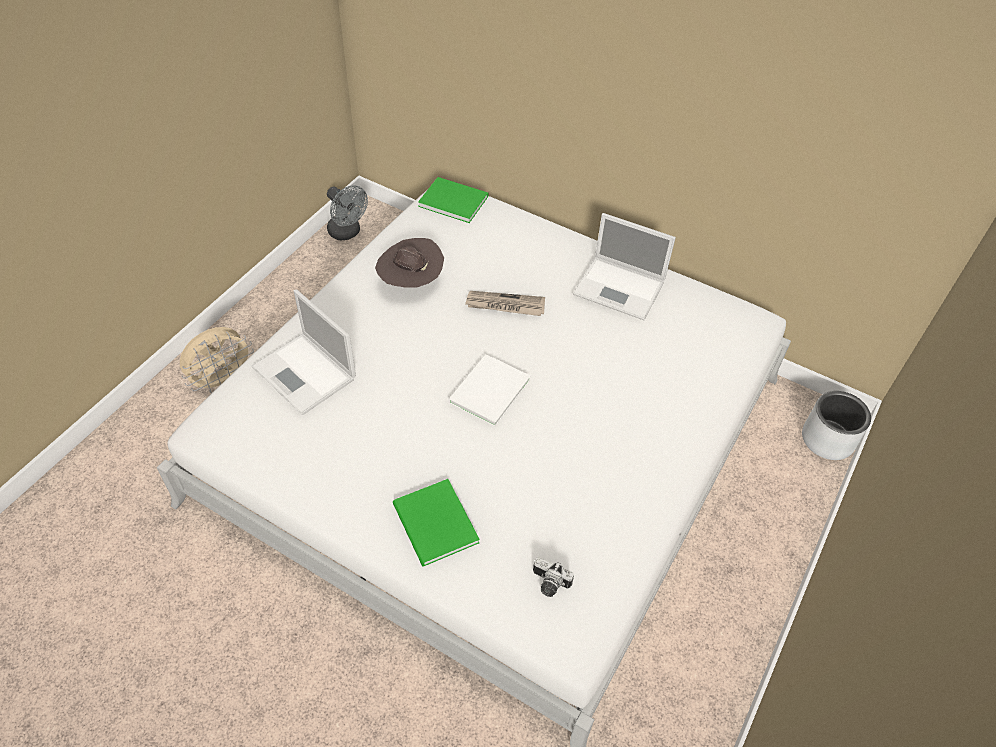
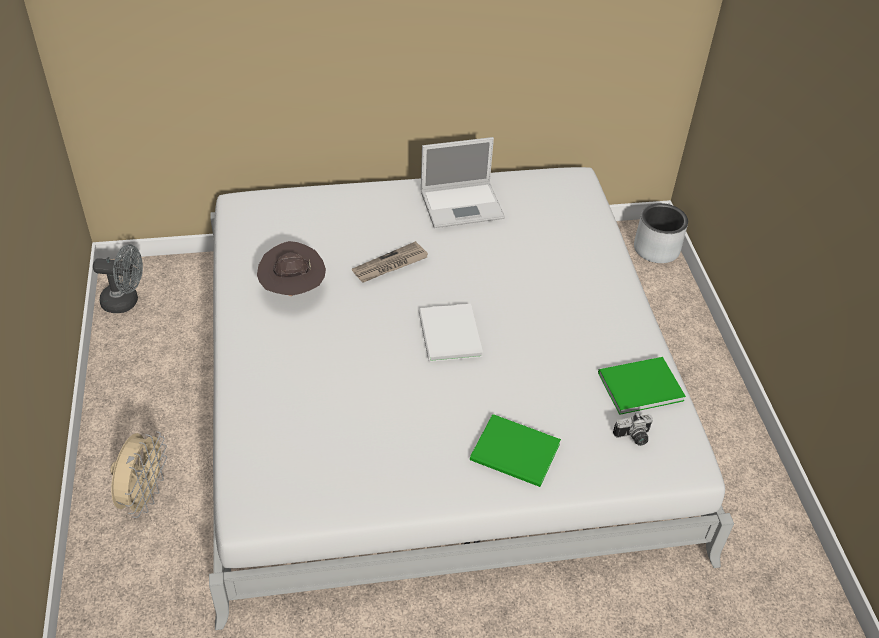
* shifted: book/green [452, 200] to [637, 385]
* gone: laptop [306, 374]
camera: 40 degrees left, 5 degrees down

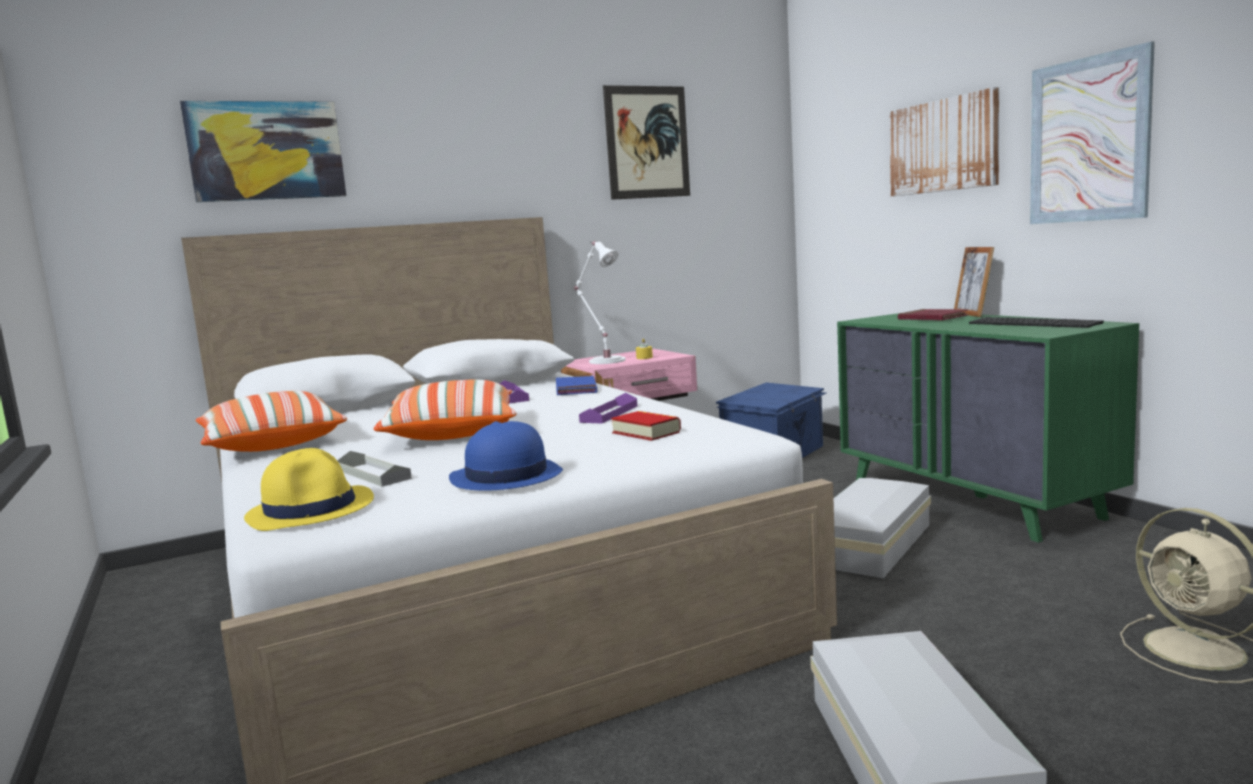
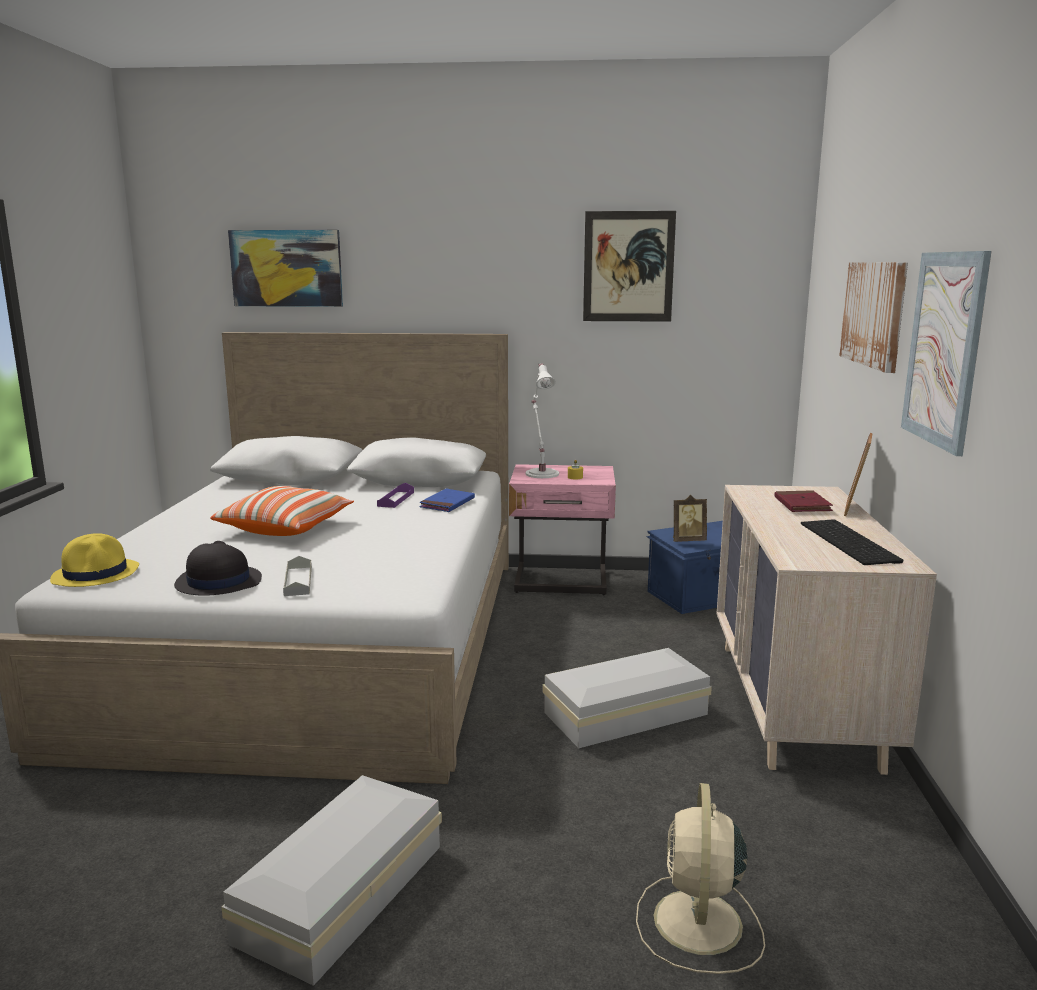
* repainted: hat/blue [505, 477] to hat/black [218, 582]
* shifted: tray/grey [373, 474] to [298, 581]
* new: picture frame [687, 540]
* repainted: dresser/green [972, 499] to dresser/beige [796, 703]
* gone: pillow [271, 444]
* gone: tray/purple [609, 414]
* gone: book [646, 432]
camera: 30 degrees right, 5 degrees up

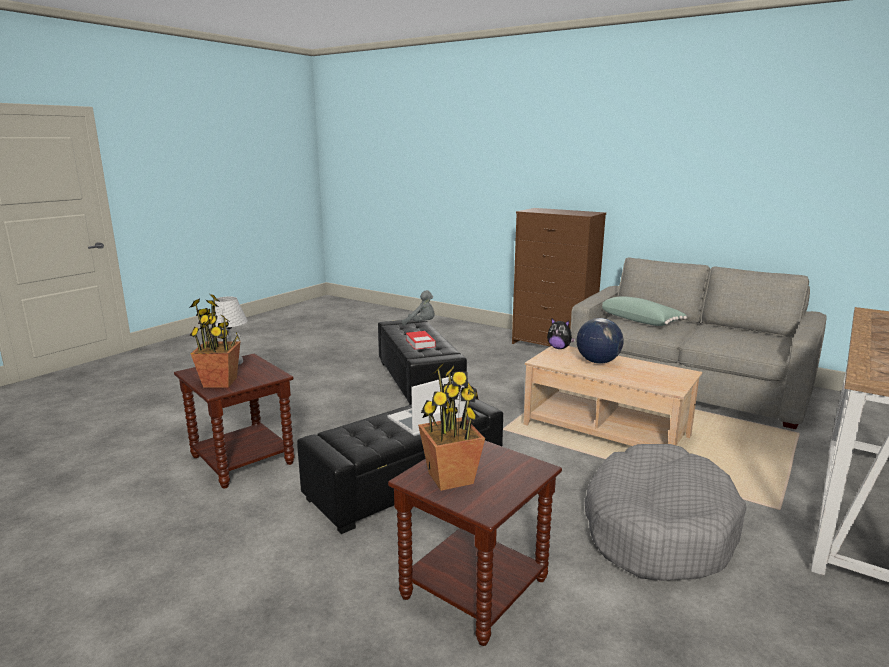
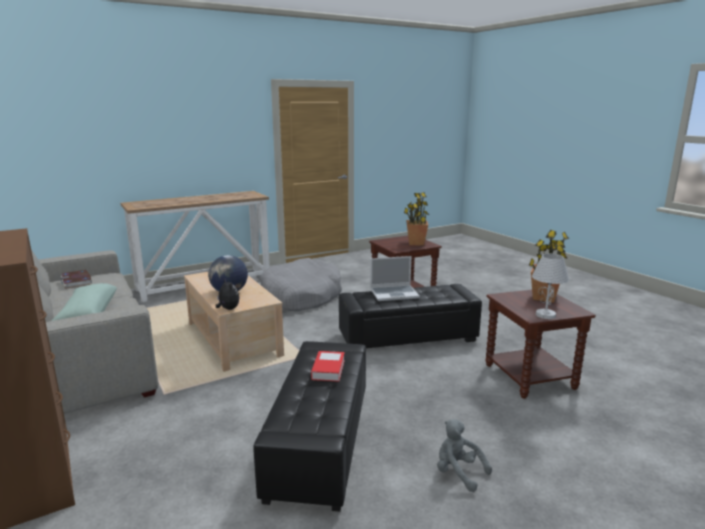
* new: book [76, 281]
* shifted: plush toy/grey [421, 324] to [458, 472]
camera: 155 degrees left, 0 degrees up

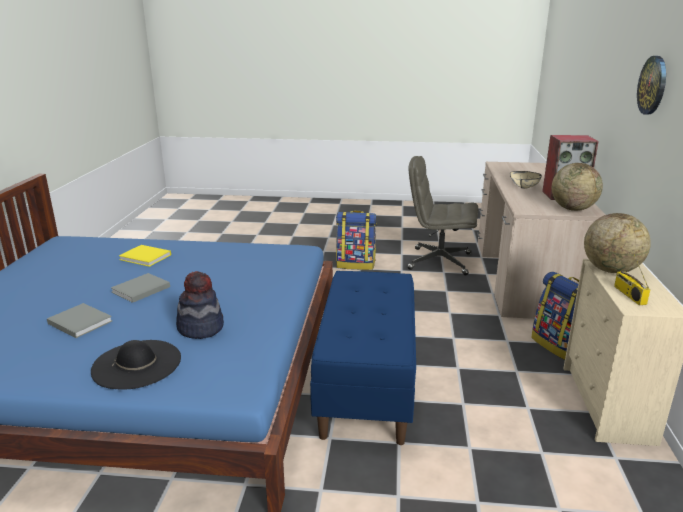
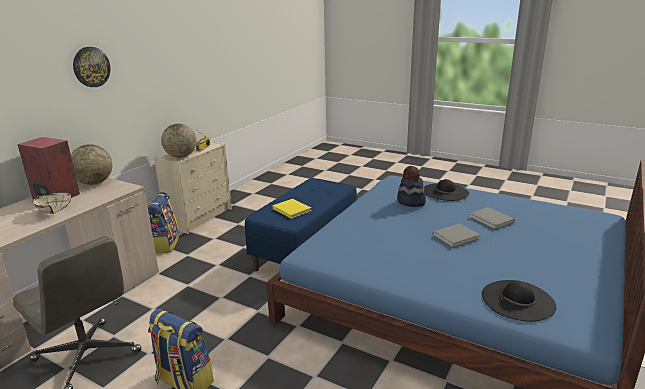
* shifted: book/yellow [146, 257] to [291, 209]
* new: hat/black [518, 300]
camera: 155 degrees left, 0 degrees up

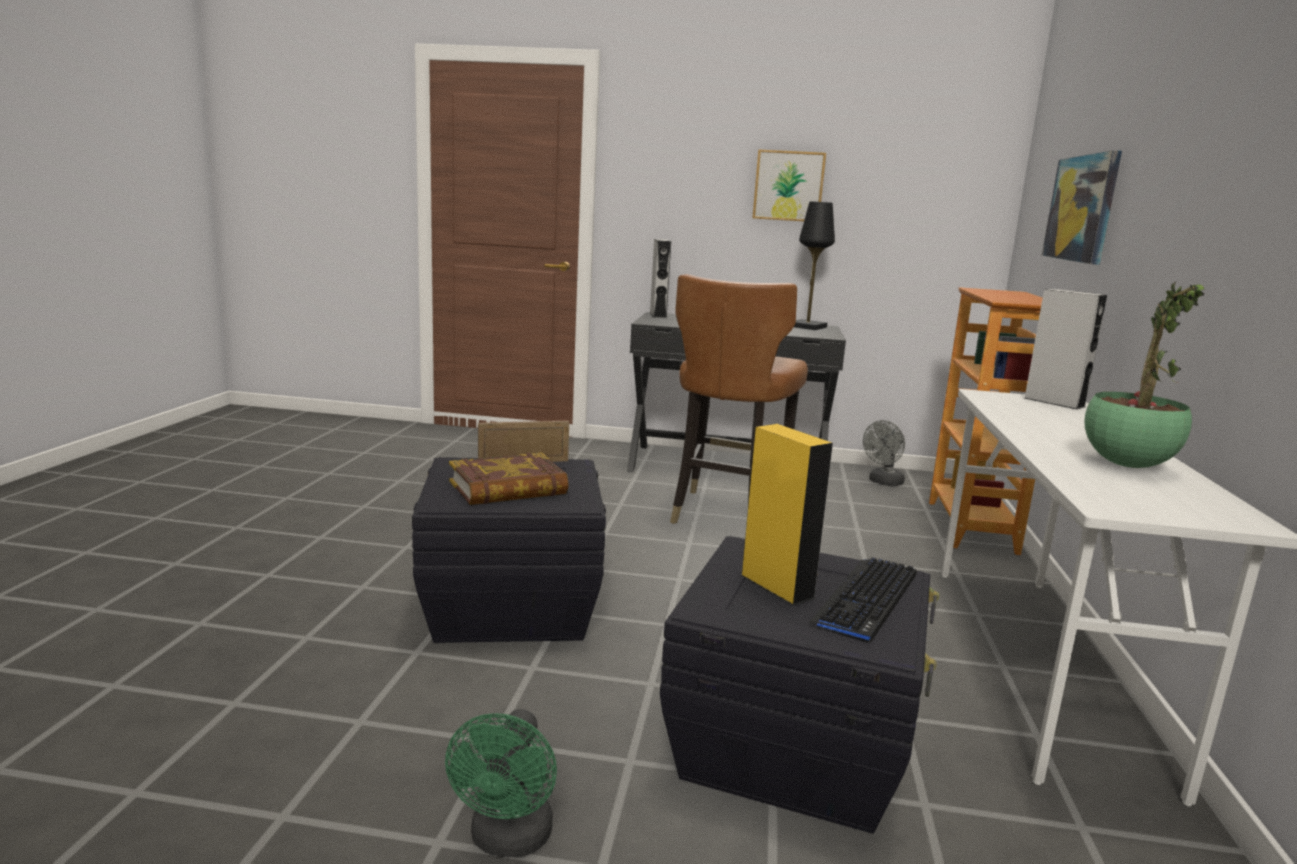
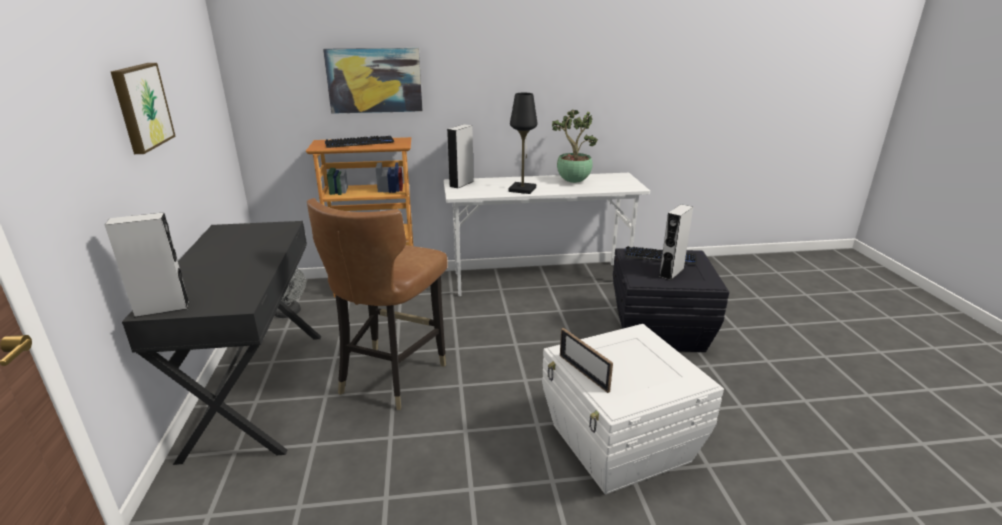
* rotated: chair/brown [726, 513] = [391, 376] 105 degrees clockwise
* new: keyboard [359, 143]
* shifted: table lamp/black [807, 327] to [522, 189]
* repainted: storage box/black [509, 606] to storage box/white [619, 444]
* repainted: speaker/yellow [777, 586] to speaker/grey [671, 272]
* gone: fan/green [508, 840]
* gone: book [508, 488]
camera: 105 degrees left, 10 degrees up

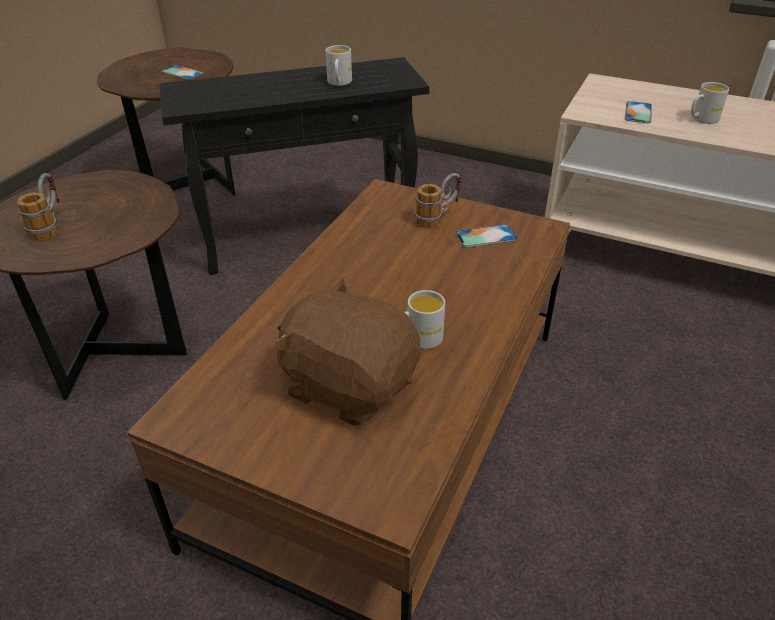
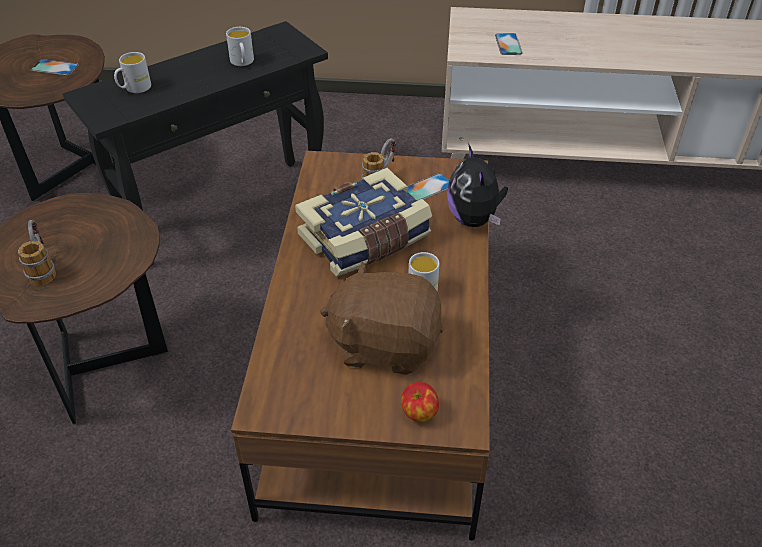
* shifted: mug/white [701, 119] to [134, 88]
* new: book [365, 239]
* new: apple [419, 413]
* new: plush toy [474, 219]
camera: 20 degrees left, 5 degrees up

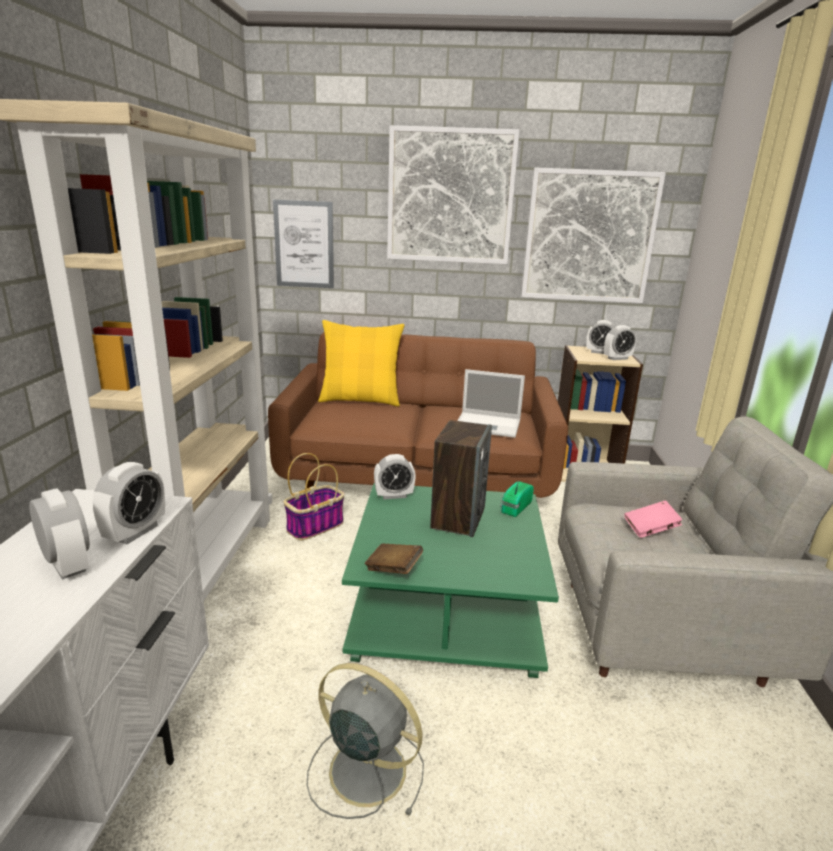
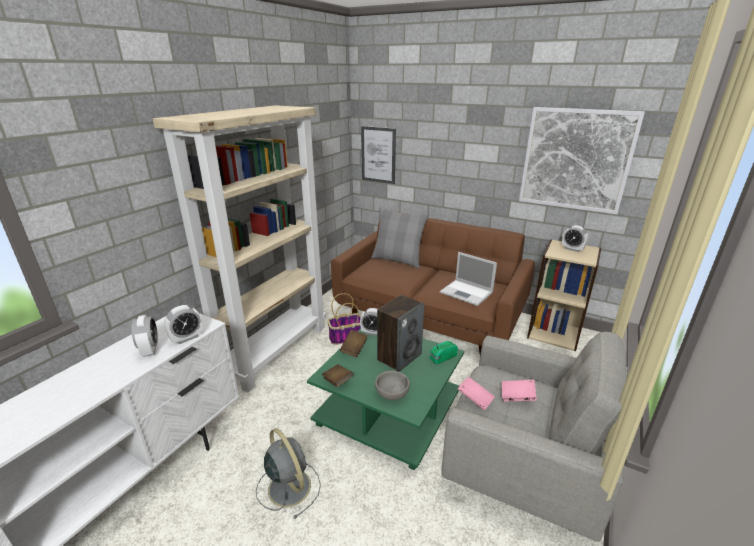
* new: book/brown [354, 349]
* repainted: pillow/yellow [360, 400] to pillow/grey [398, 260]
* new: bowl/grey [391, 393]
* new: book/pink [475, 400]
* gone: picture [450, 197]
* gone: alarm clock [617, 358]
camera: 25 degrees right, 5 degrees up

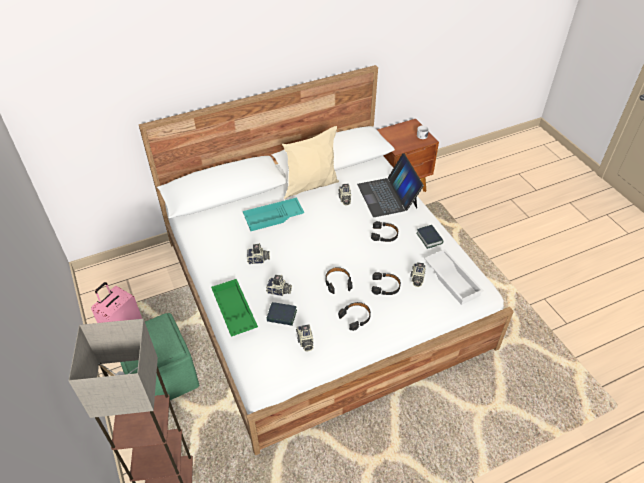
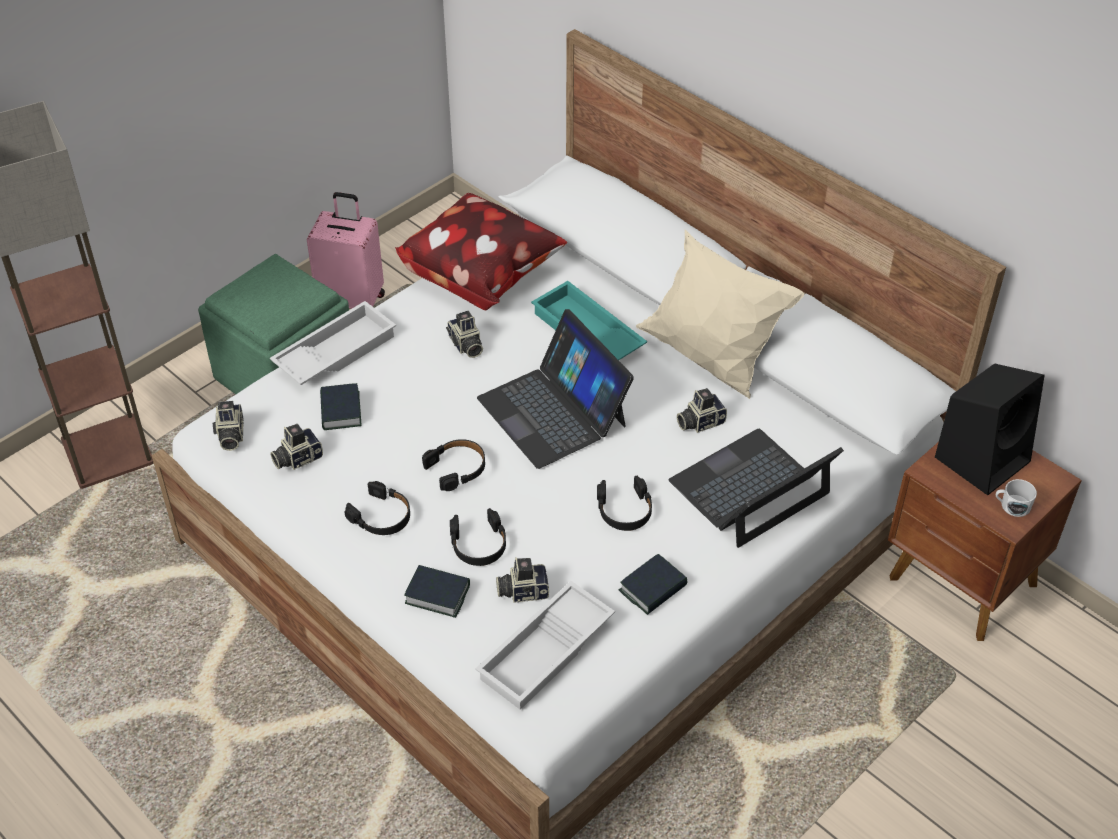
* shifted: photo camera [279, 291] to [230, 435]
* repainted: tray/green [233, 311] to tray/white [335, 351]
* new: pillow [481, 275]
* new: book [437, 594]
* new: laptop [553, 411]
* new: speaker/black [983, 458]
camera: 70 degrees right, 0 degrees up

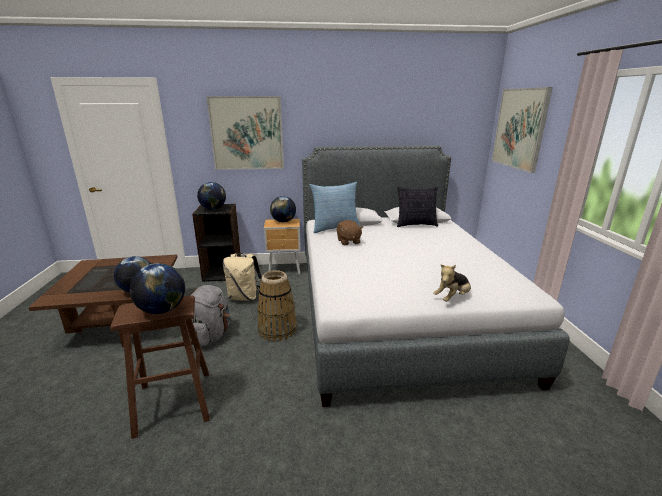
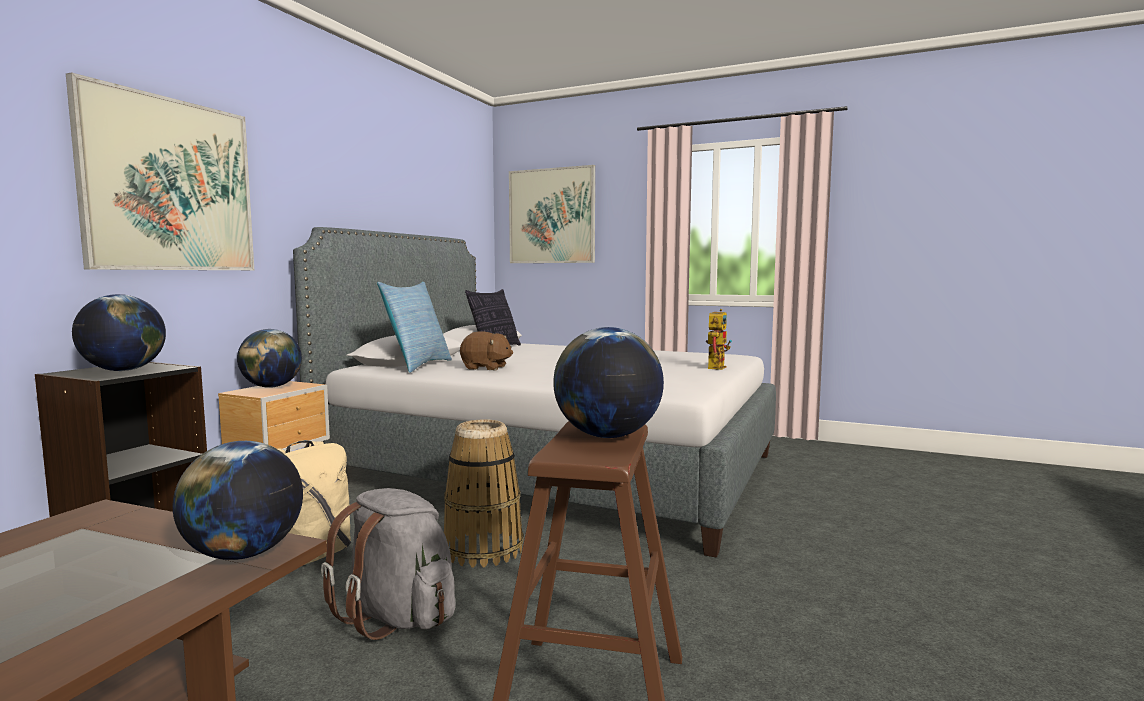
* swapped: plush toy [452, 298] to toy robot [716, 367]
camera: 60 degrees left, 15 degrees down

